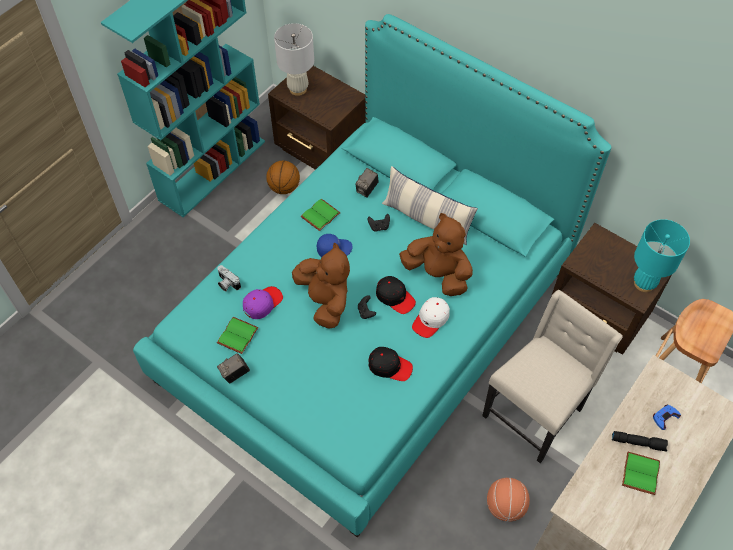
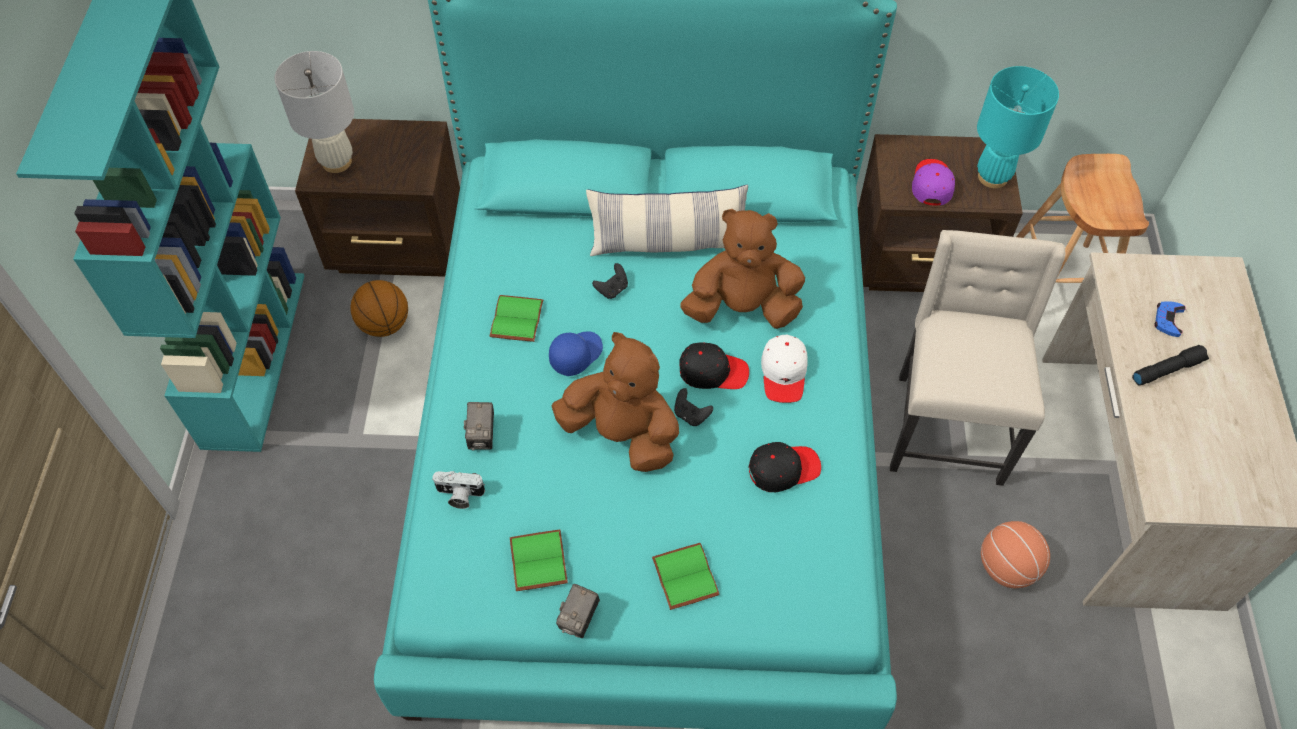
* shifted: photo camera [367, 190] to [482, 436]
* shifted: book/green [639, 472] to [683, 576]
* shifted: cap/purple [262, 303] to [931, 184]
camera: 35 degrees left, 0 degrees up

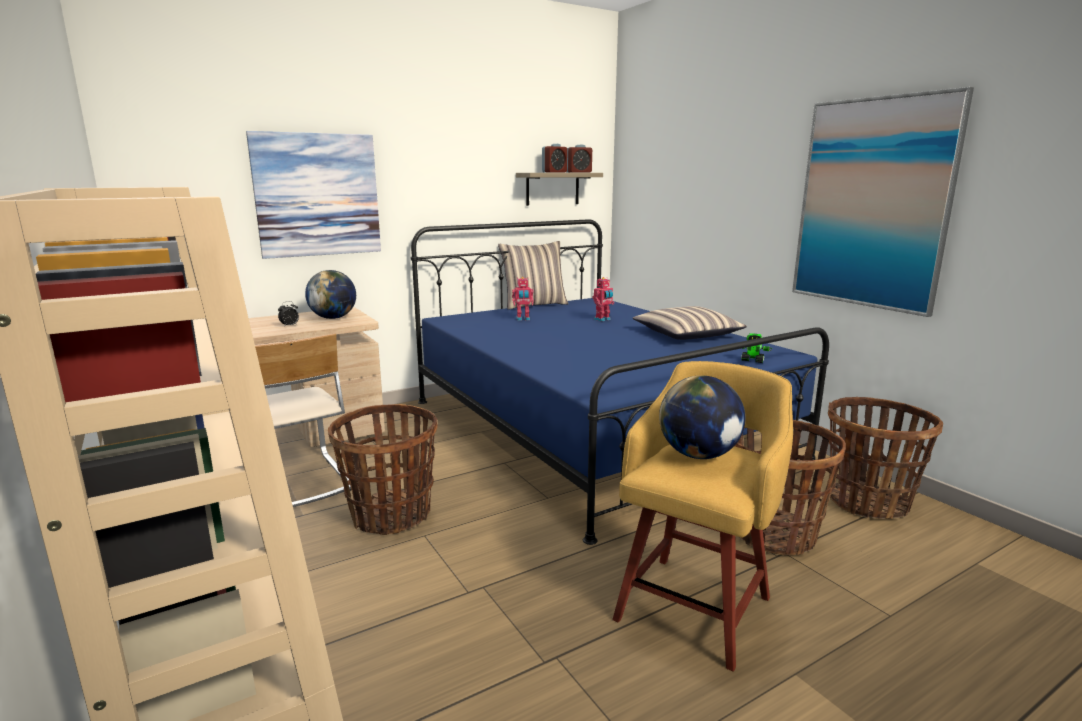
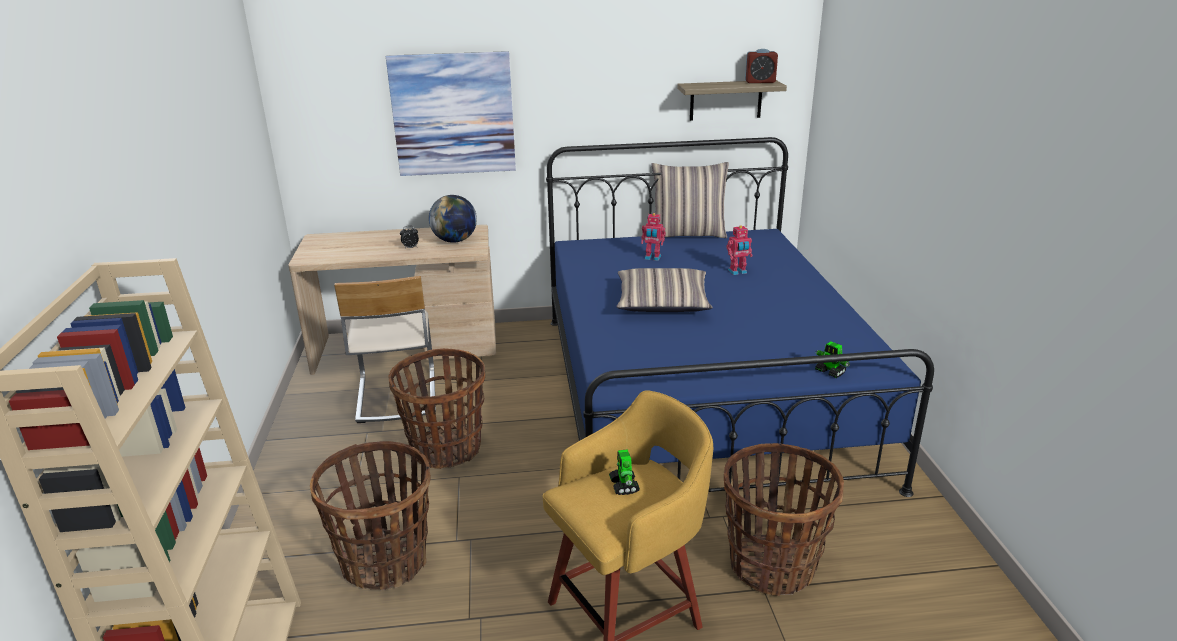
* shifted: basket [868, 502] to [385, 562]
* swapped: globe [698, 455] to toy robot [624, 486]
* shifted: pillow [687, 334] to [662, 302]
* gone: alarm clock [554, 172]
* gone: picture [872, 204]
camera: 25 degrees right, 10 degrees up

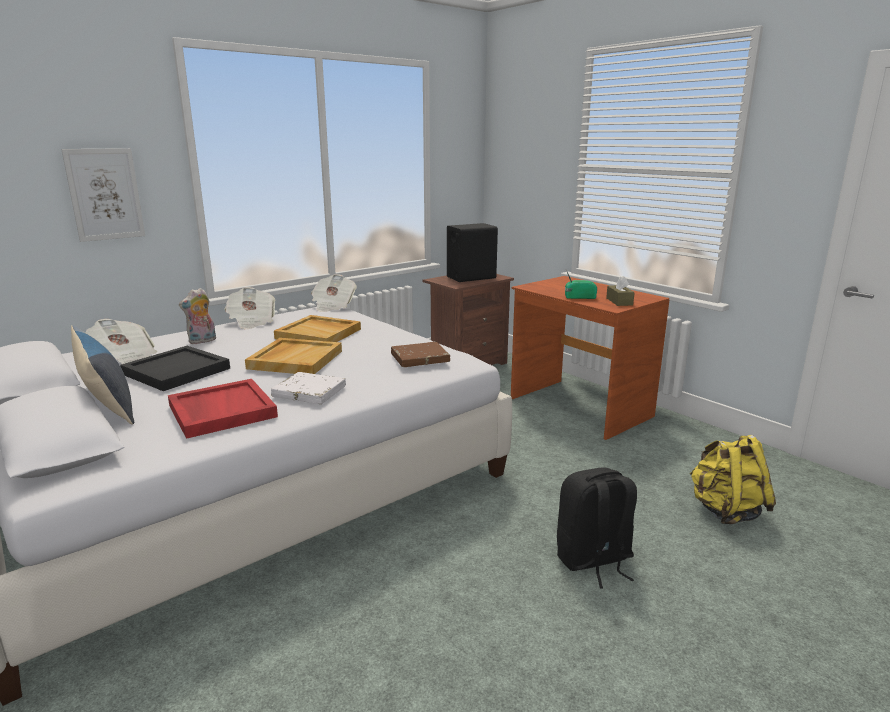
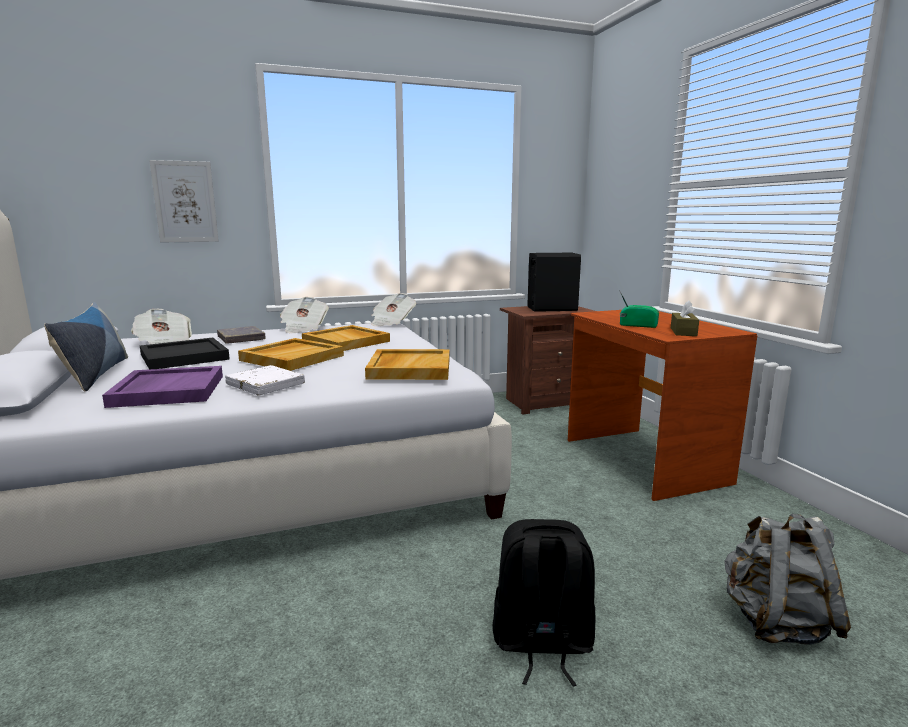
* repainted: tray/red [221, 411] to tray/purple [168, 390]
* swapped: plush toy [202, 341] to book/grey [241, 338]
* swapped: book/brown [420, 358] to tray/beige [409, 368]
* repainted: backpack/yellow [725, 511] to backpack/grey [775, 623]
camera: 20 degrees right, 5 degrees down

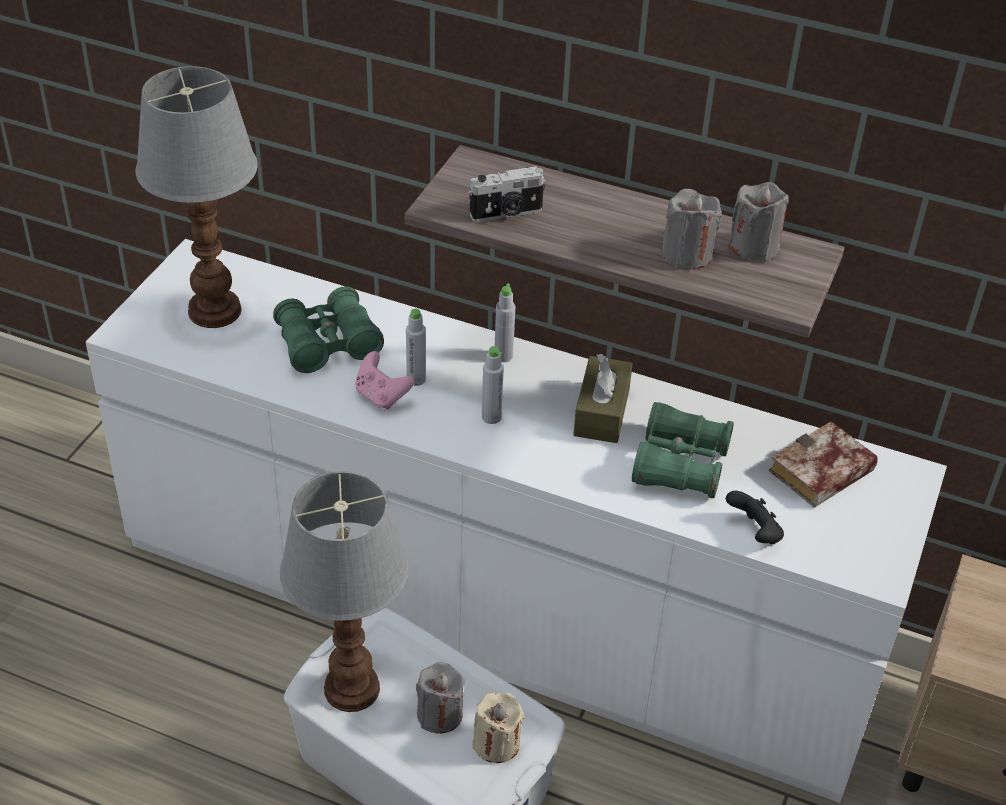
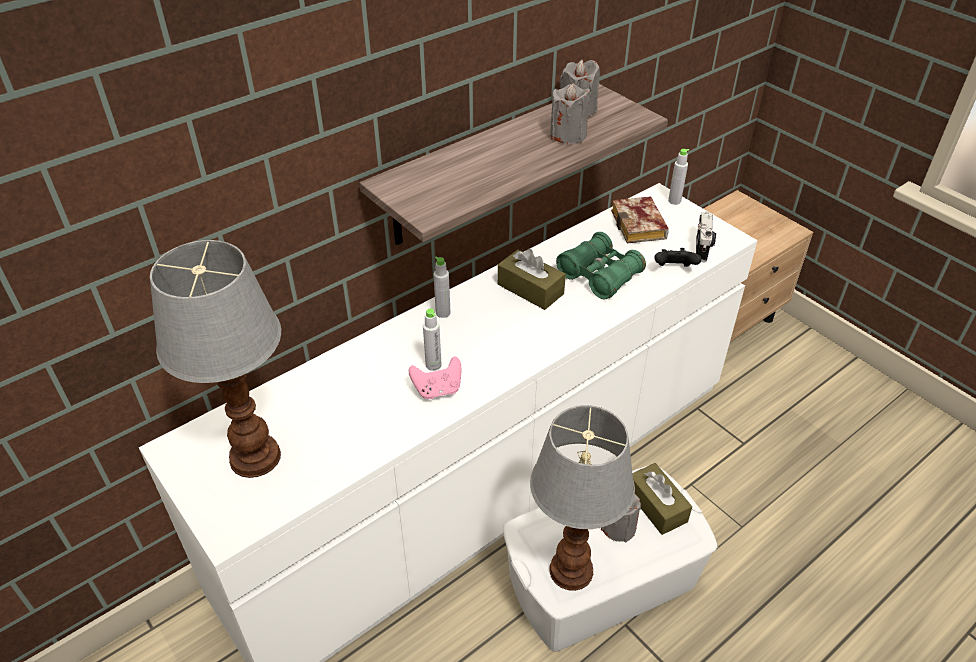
* swapped: candle/beige [496, 743] to tissue box/brown [656, 506]
* shifted: bottle/grey [491, 417] to [674, 201]
* shifted: photo camera [507, 213] to [703, 247]
* gone: binoculars/green [328, 343]
camera: 60 degrees left, 0 degrees up

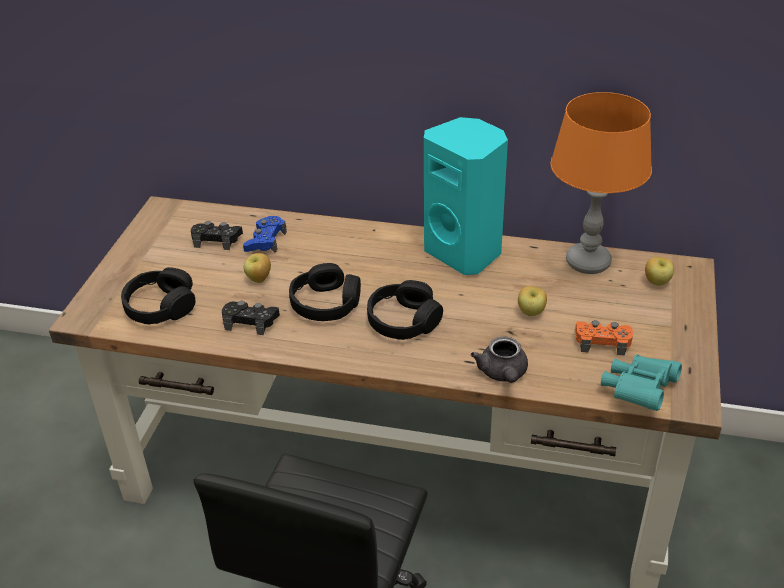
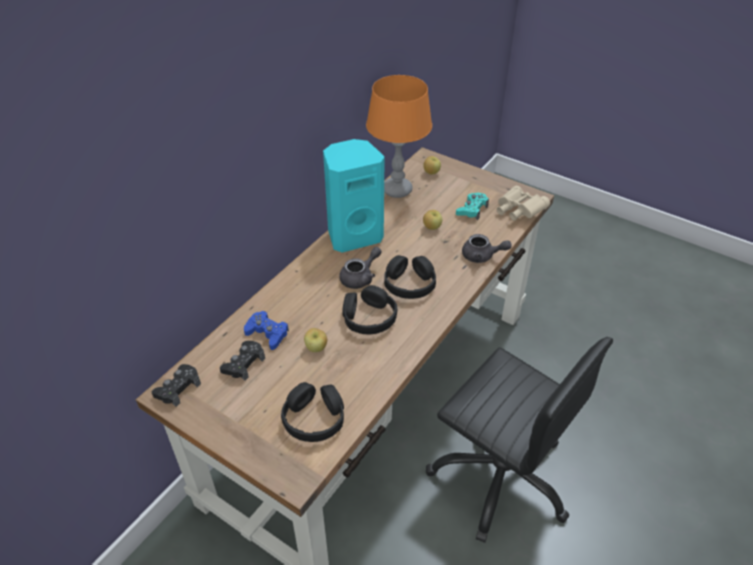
* shifted: game controller/black [250, 321] to [178, 388]
* new: teapot/grey [360, 277]
* repainted: game controller/orange [602, 341] to game controller/turquoise [472, 210]
* repainted: binoculars/turquoise [638, 391] to binoculars/beige [518, 212]
camera: 70 degrees left, 5 degrees up

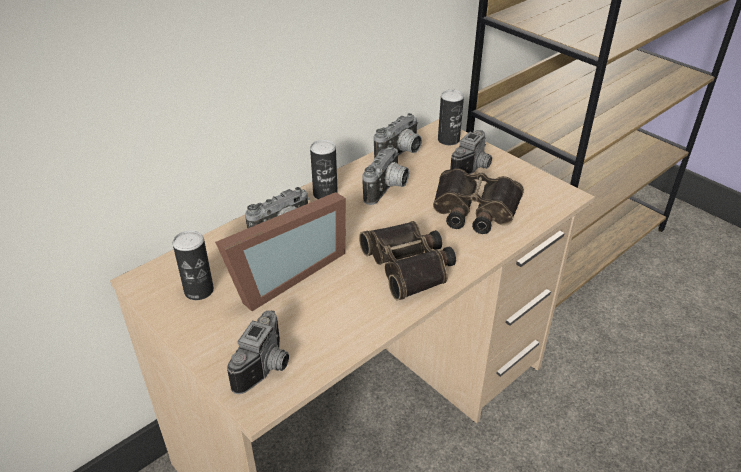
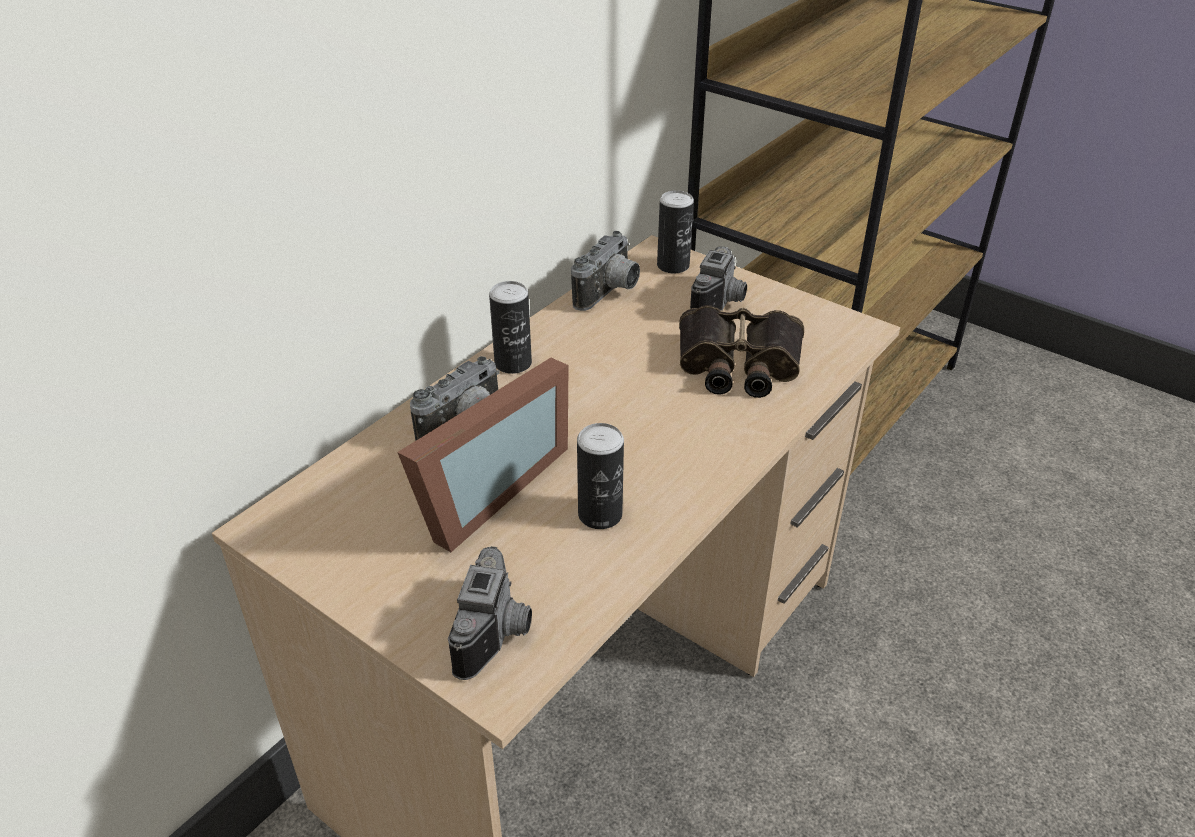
* shifted: can [199, 290] to [600, 514]
* gone: binoculars [409, 265]
* gone: photo camera [388, 190]
camera: 10 degrees left, 0 degrees up

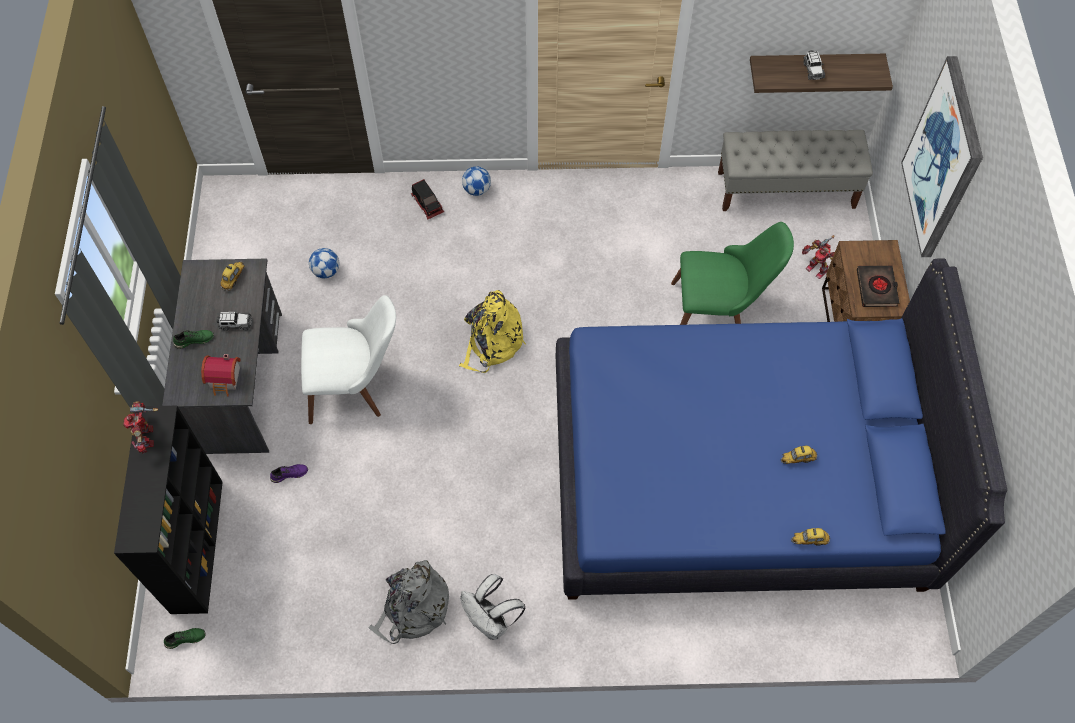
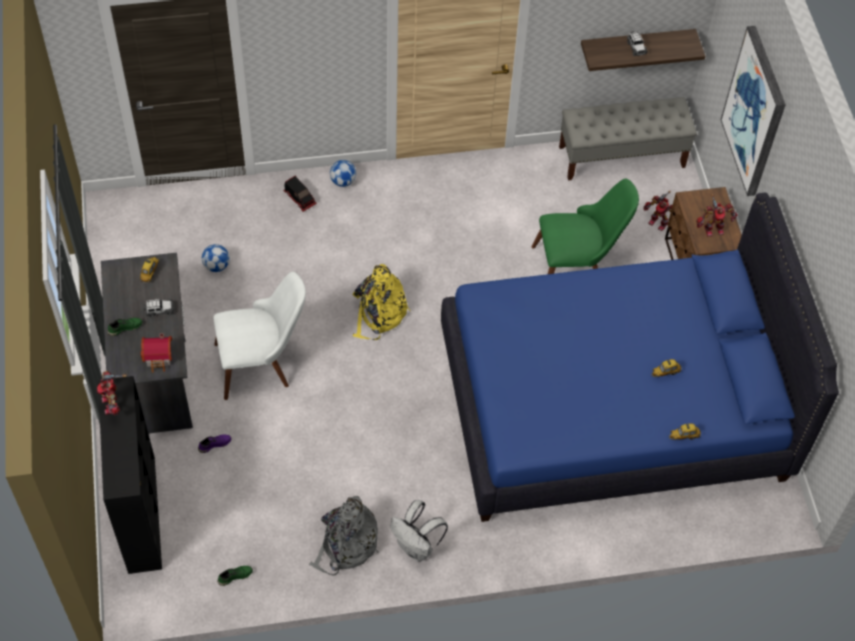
* shifted: shoe/green [185, 638] to [235, 576]
* swapped: book/black [877, 288] to toy robot [713, 228]
camera: 10 degrees left, 5 degrees down

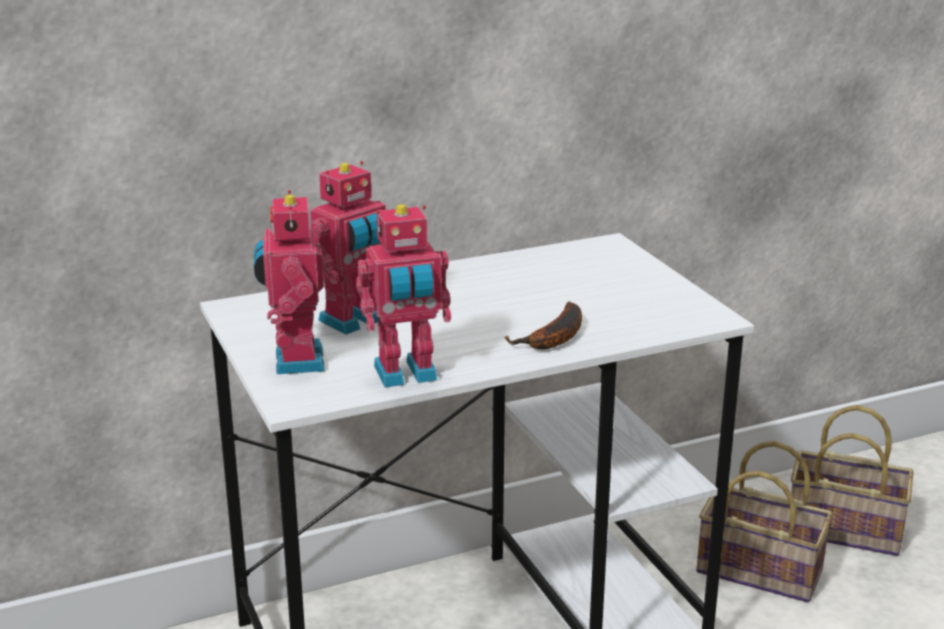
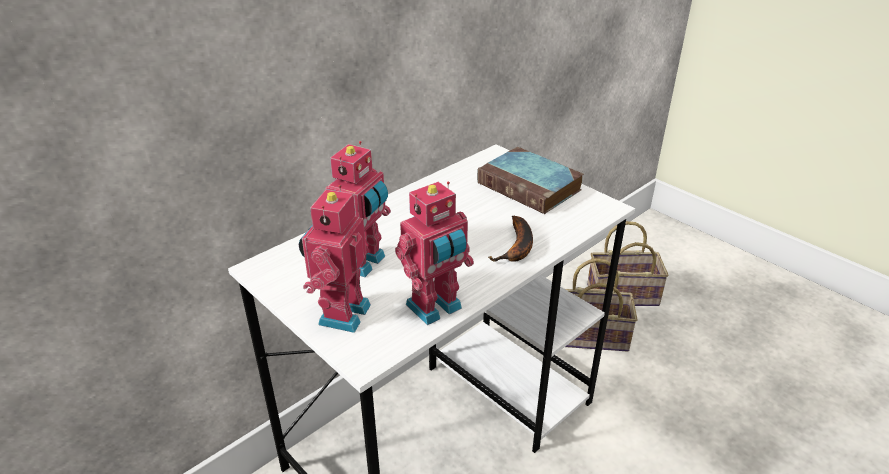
* rotated: toy robot [294, 361] = [341, 314] 45 degrees clockwise
* new: book [531, 187]
camera: 20 degrees left, 10 degrees up

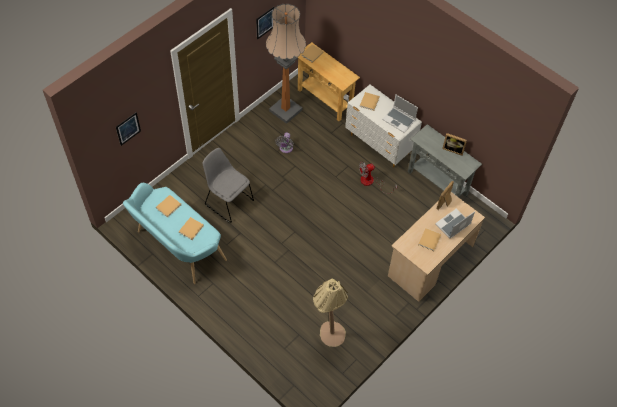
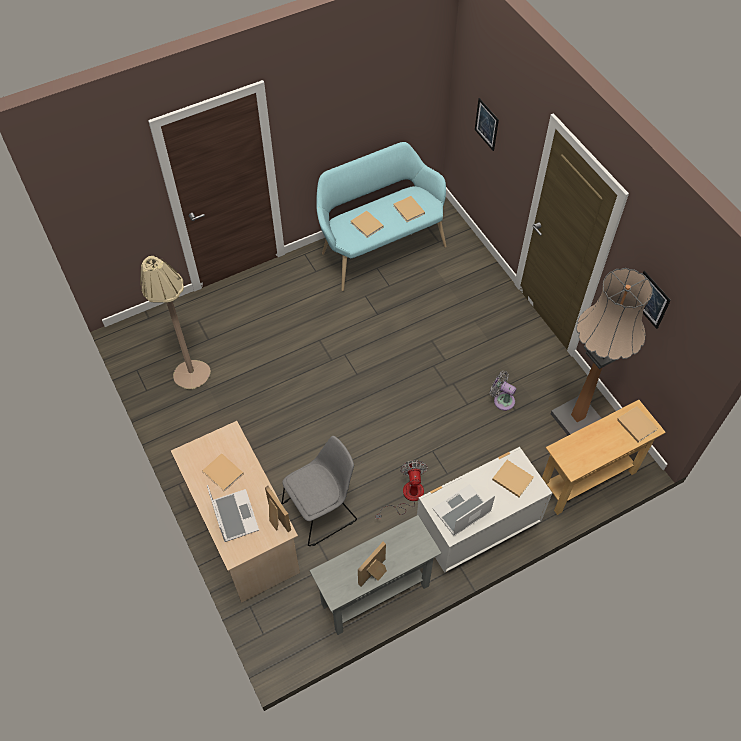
* shifted: chair/grey [228, 201] to [321, 510]
camera: 110 degrees right, 0 degrees up

